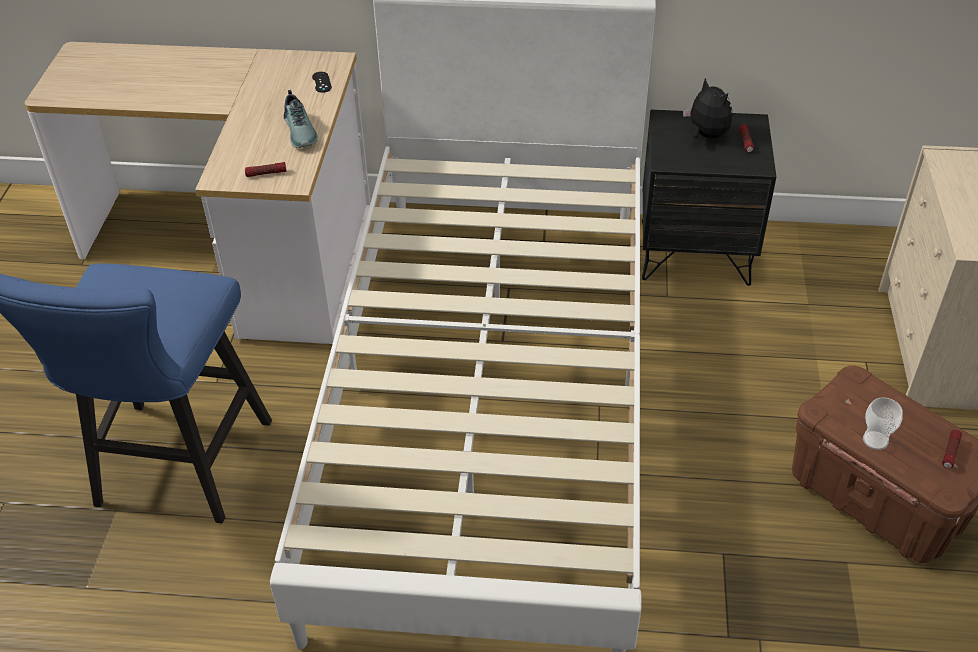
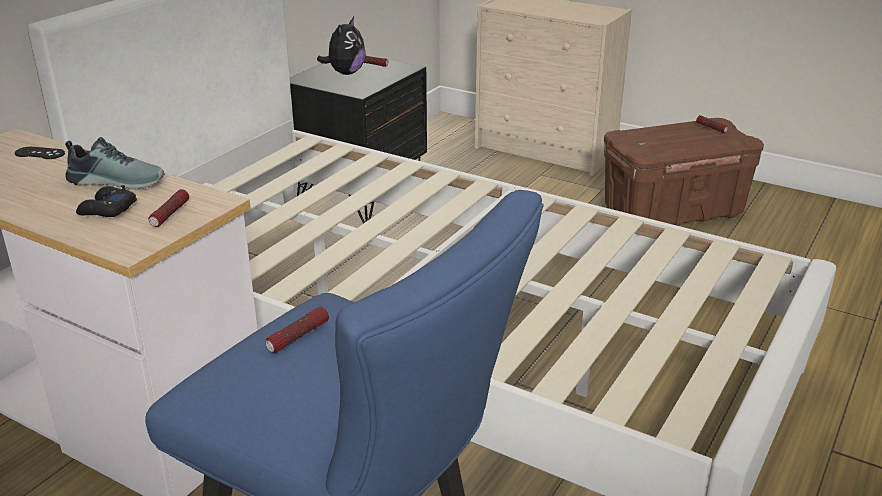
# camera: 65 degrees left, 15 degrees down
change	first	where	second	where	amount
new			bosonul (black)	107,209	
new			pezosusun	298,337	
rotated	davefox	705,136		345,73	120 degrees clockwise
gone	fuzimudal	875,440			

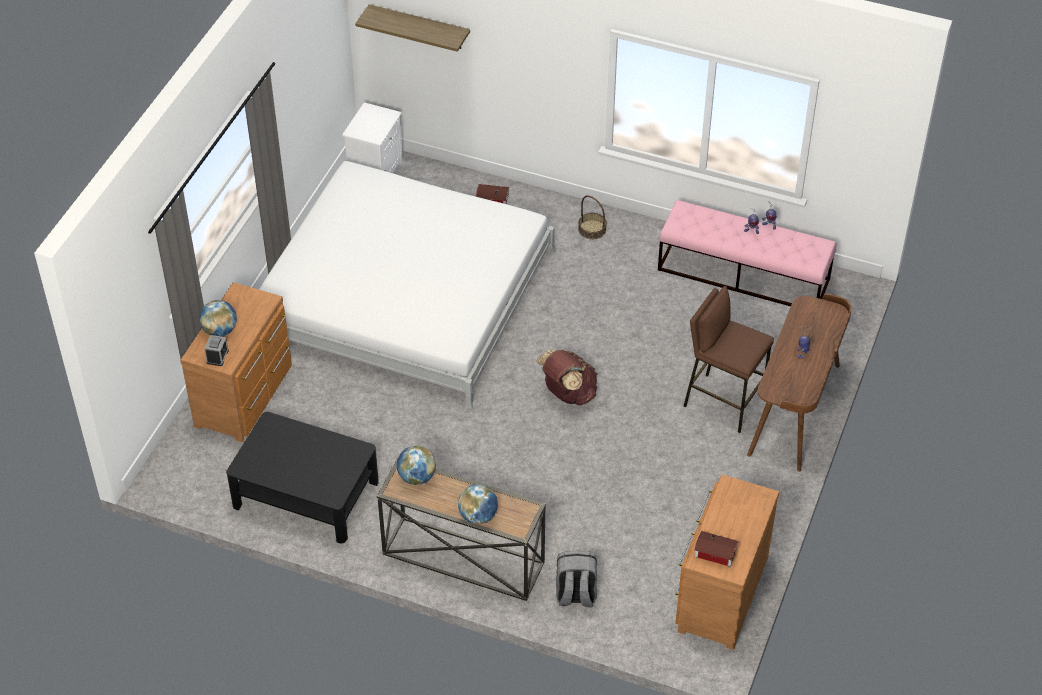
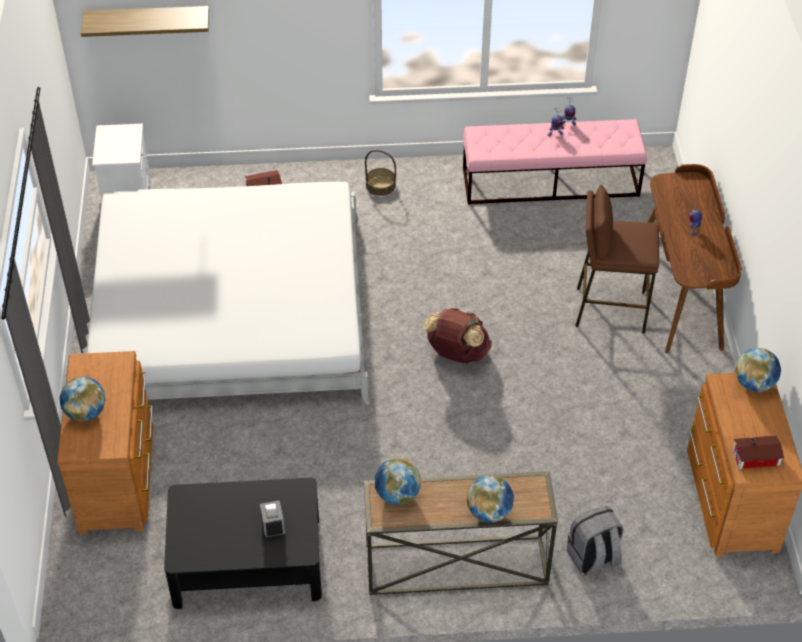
# camera: 25 degrees left, 0 degrees up
change	first	where	second	where	amount
shifted	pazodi	217,356		273,525	
new			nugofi	754,384	

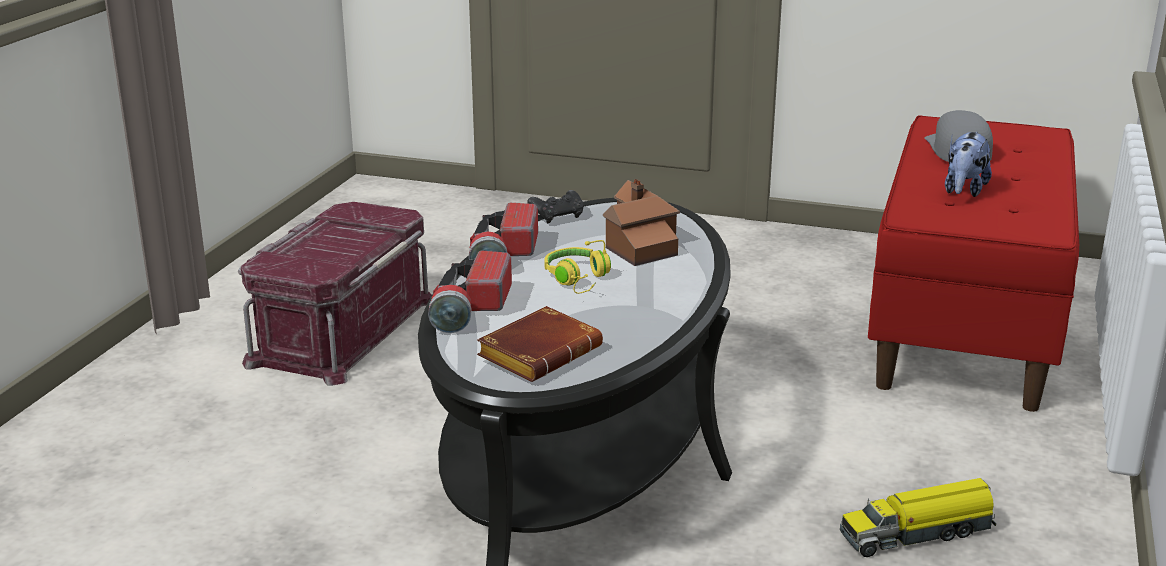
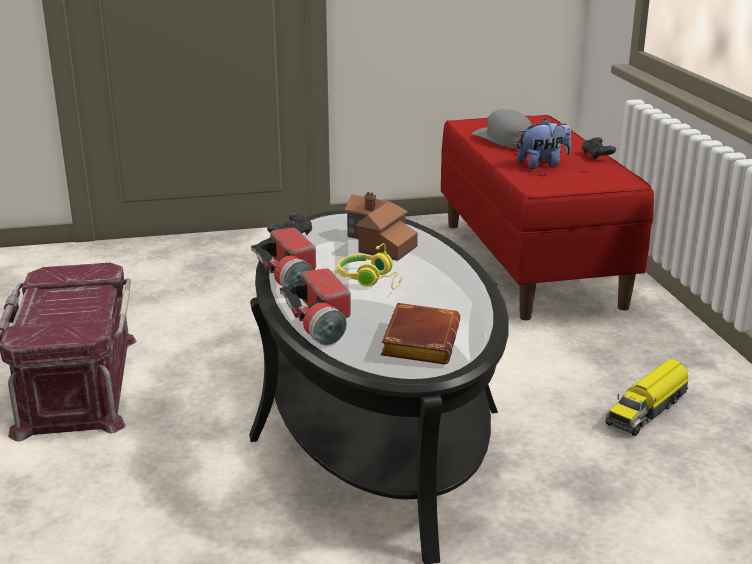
# camera: 30 degrees left, 0 degrees up
change	first	where	second	where	amount
rotated	davefox	963,191		543,164	105 degrees counterclockwise
new			bosonul (black)	597,156	

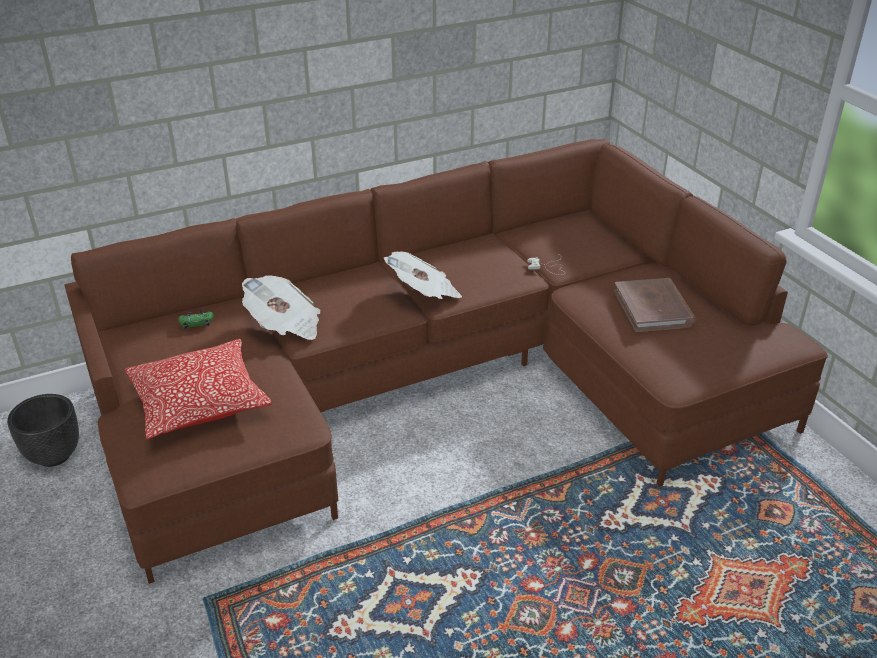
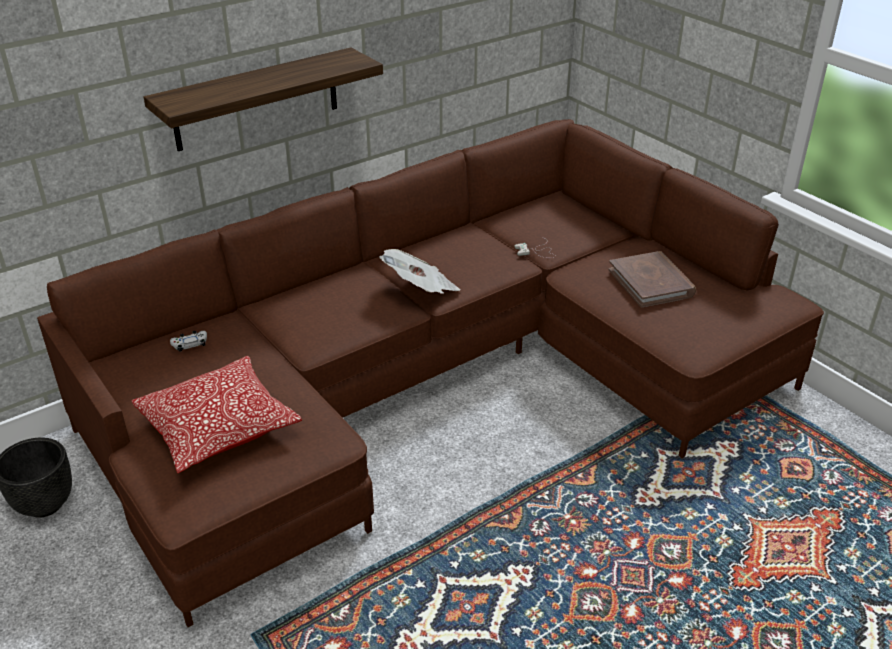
# camera: 10 degrees left, 0 degrees up
change	first	where	second	where	amount
new			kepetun	256,99	
repainted	bosonul (green)	196,323	bosonul (white)	190,344	
gone	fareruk	285,325			

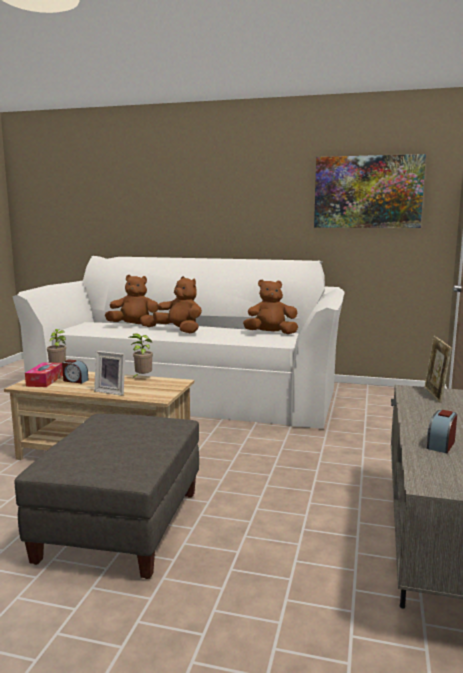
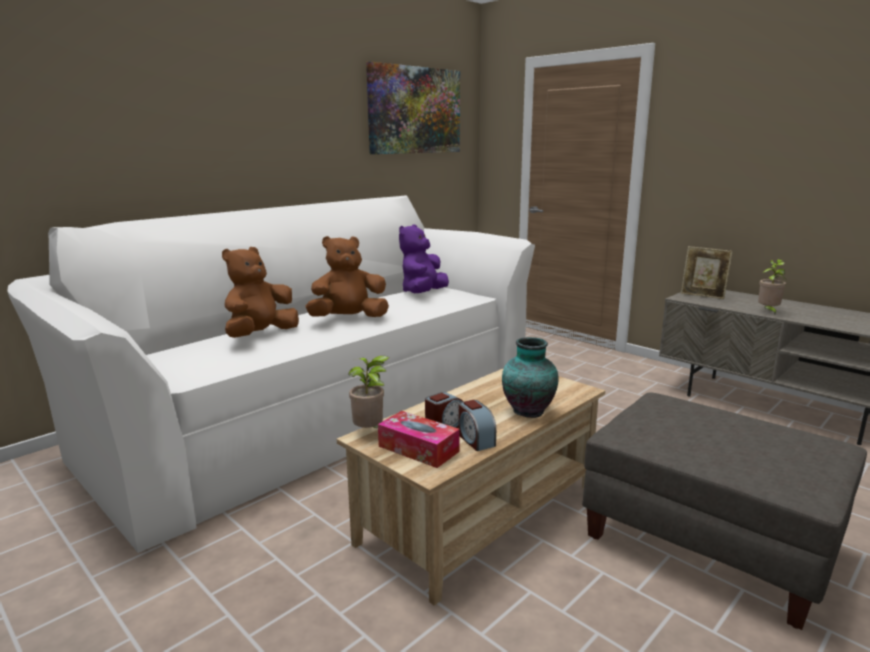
# camera: 60 degrees left, 5 degrees up
change	first	where	second	where	amount
repainted	davefox (brown)	270,334	davefox (purple)	423,293	
shifted	pazodi	441,445		475,440	
swapped	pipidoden	112,391	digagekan	528,410	
shifted	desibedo	142,378		768,312	

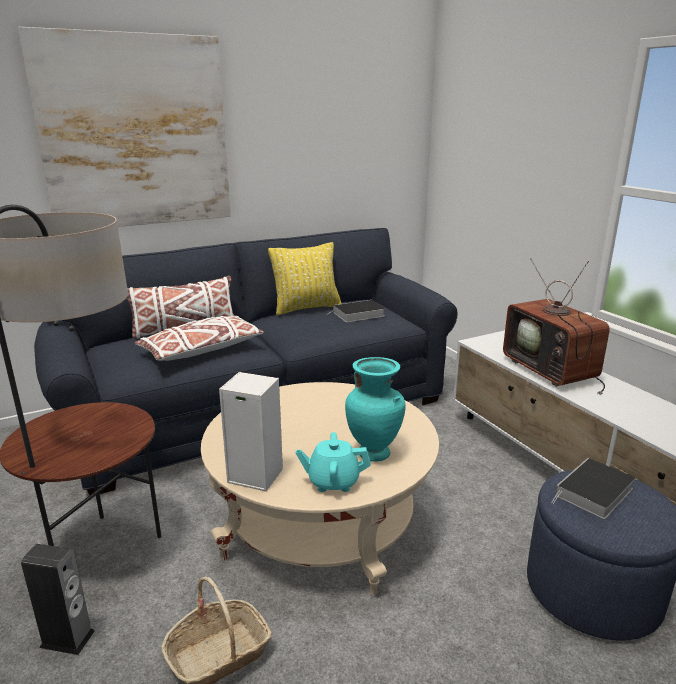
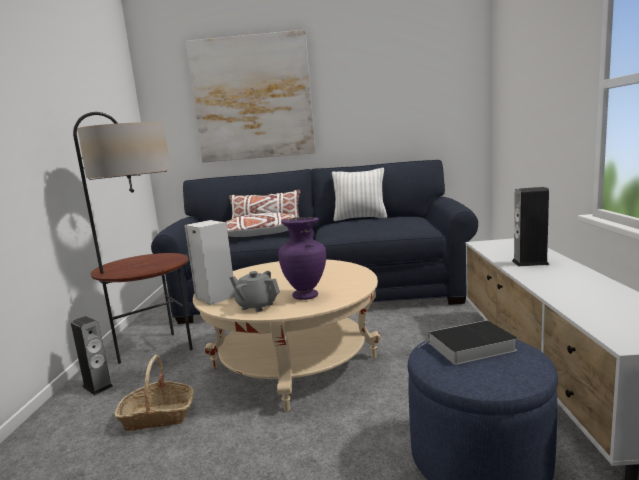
# camera: 30 degrees right, 10 degrees down
change	first	where	second	where	amount
repainted	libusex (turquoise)	333,481	libusex (grey)	257,306	
repainted	digagekan (turquoise)	374,453	digagekan (purple)	306,296	
repainted	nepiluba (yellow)	306,308	nepiluba (white)	360,218	
swapped	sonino	553,371	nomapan	530,262	
gone	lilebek	357,314			

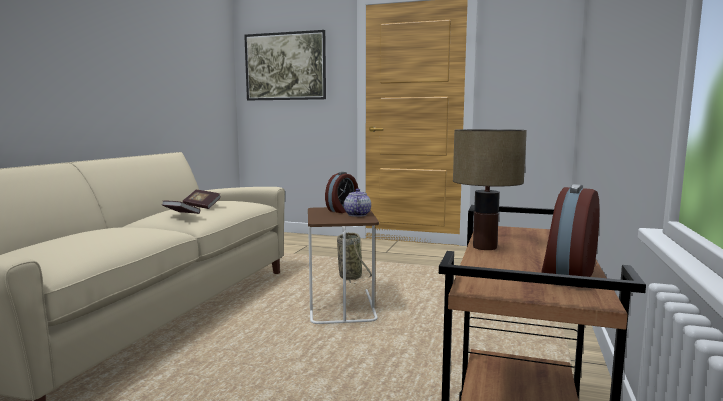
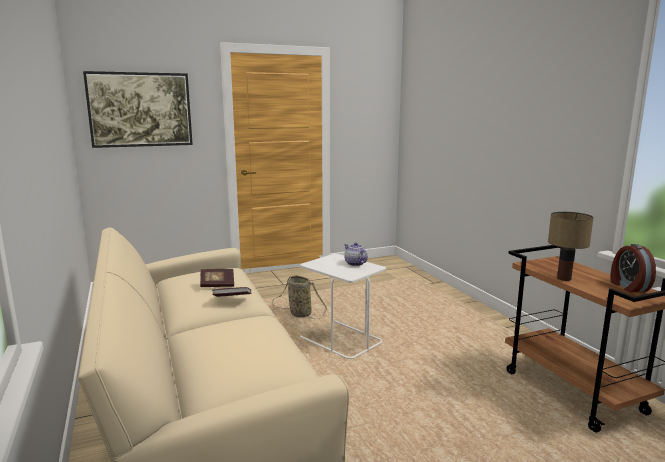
# camera: 40 degrees left, 5 degrees up
change	first	where	second	where	amount
repainted	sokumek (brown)	340,306	sokumek (white)	340,340	
gone	pazodi	343,210			

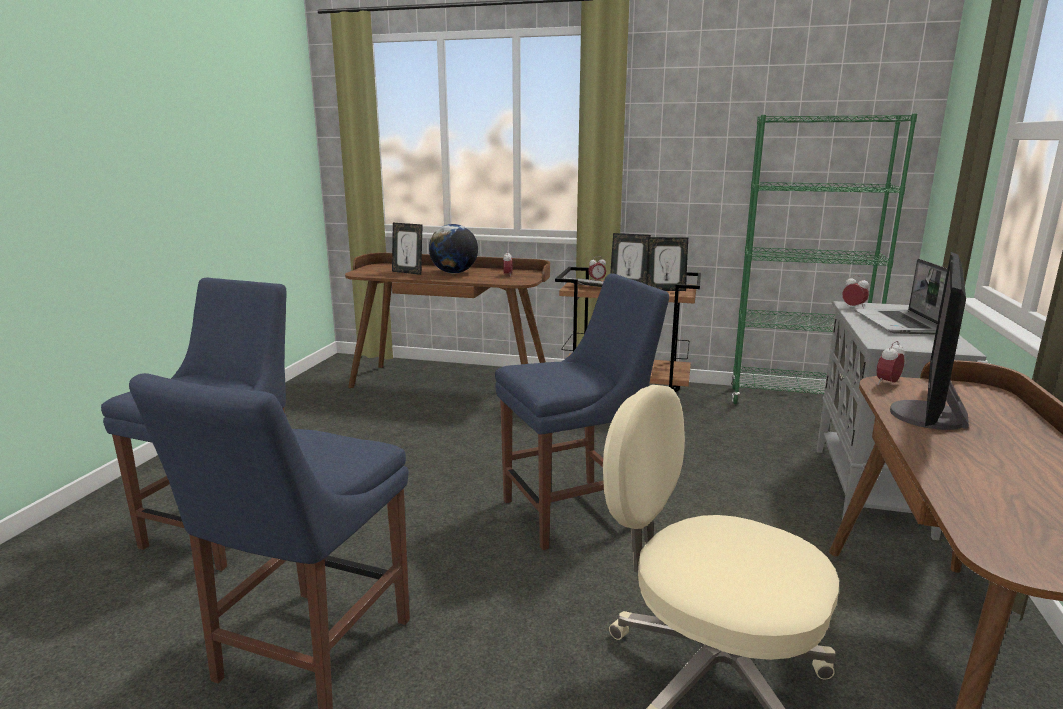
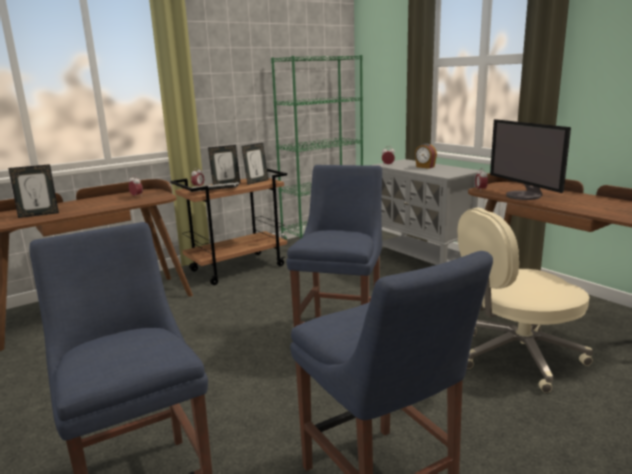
# camera: 50 degrees left, 0 degrees up
change	first	where	second	where	amount
swapped	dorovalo	901,324	pazodi	425,167	
gone	nugofi	454,273			

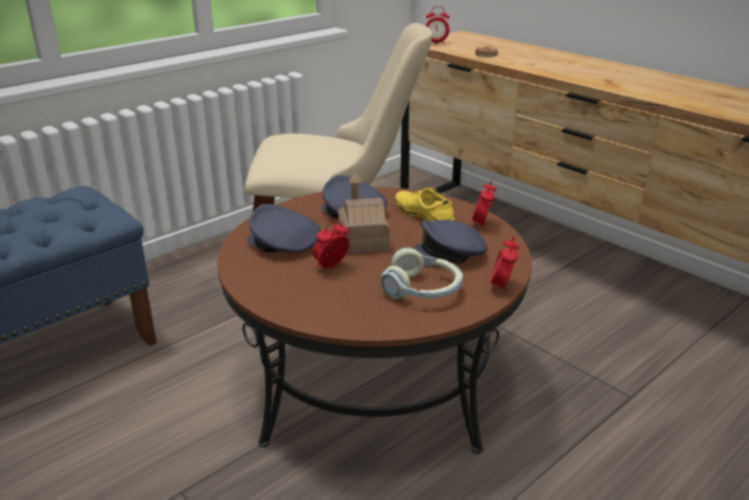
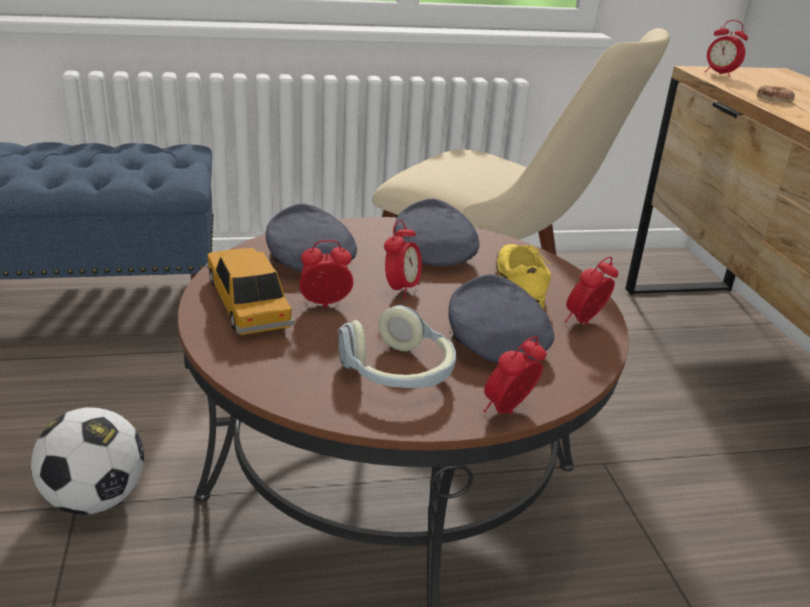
# camera: 30 degrees right, 0 degrees up
change	first	where	second	where	amount
new			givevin	95,499	
new			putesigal	247,303	
swapped	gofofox	363,242	pazodi	401,289	
rotated	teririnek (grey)	450,253		494,342	60 degrees clockwise

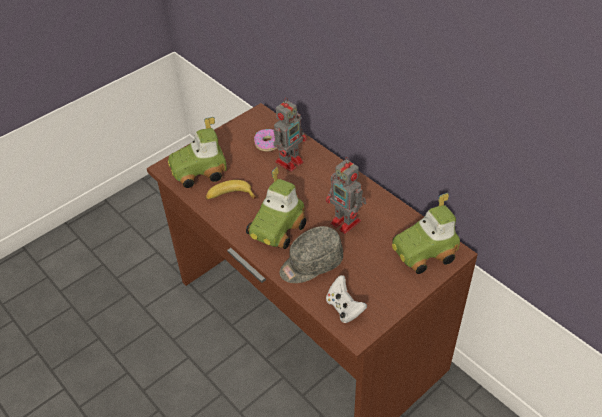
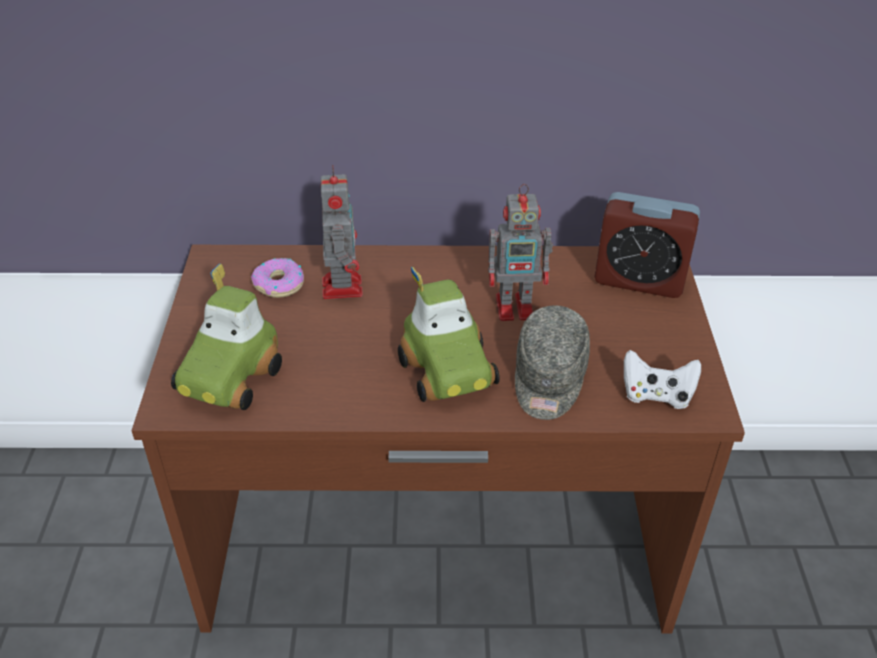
# camera: 50 degrees left, 5 degrees down
change	first	where	second	where	amount
swapped	putesigal	424,253	pazodi	639,280	
gone	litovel	229,196			

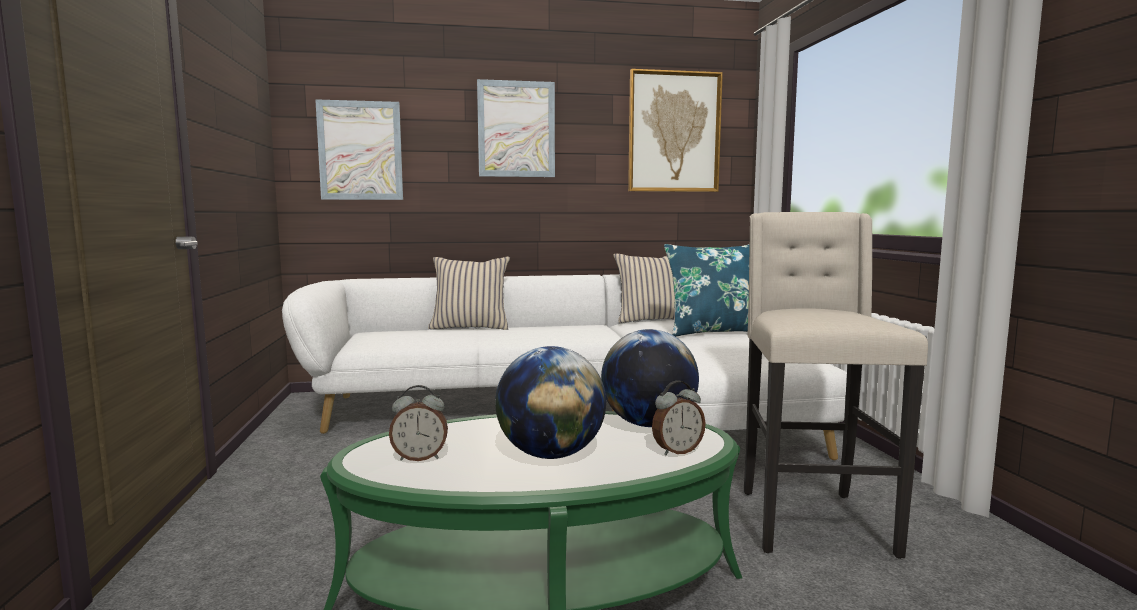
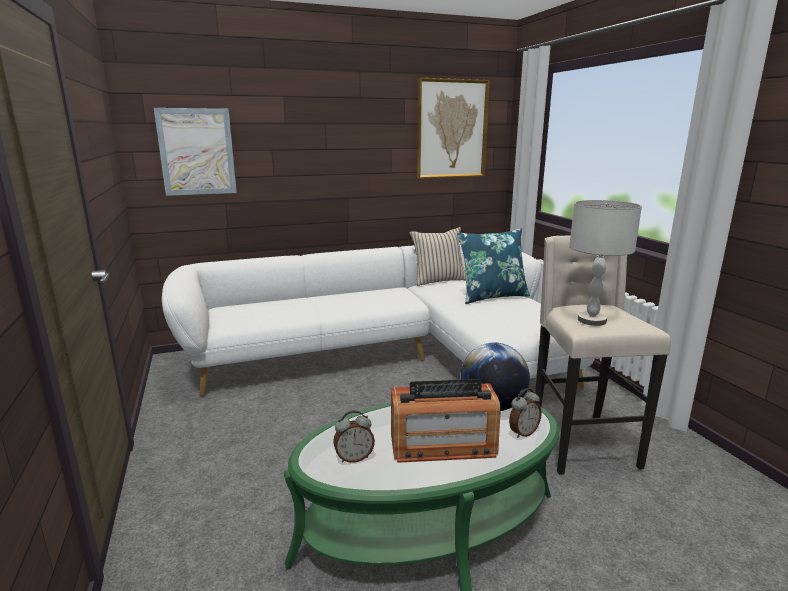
# camera: 10 degrees left, 10 degrees up
change	first	where	second	where	amount
swapped	nugofi	551,454	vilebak	442,445	
new			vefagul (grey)	591,320	
gone	nepiluba (beige)	470,327			
gone	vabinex	516,129			

